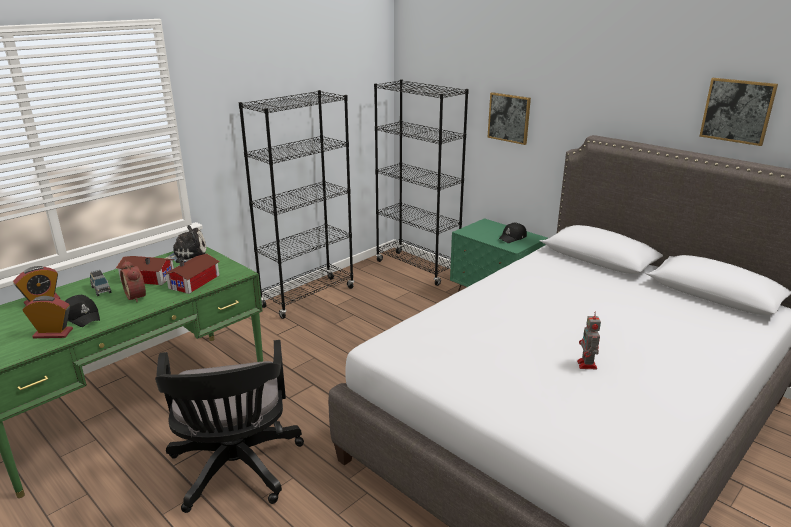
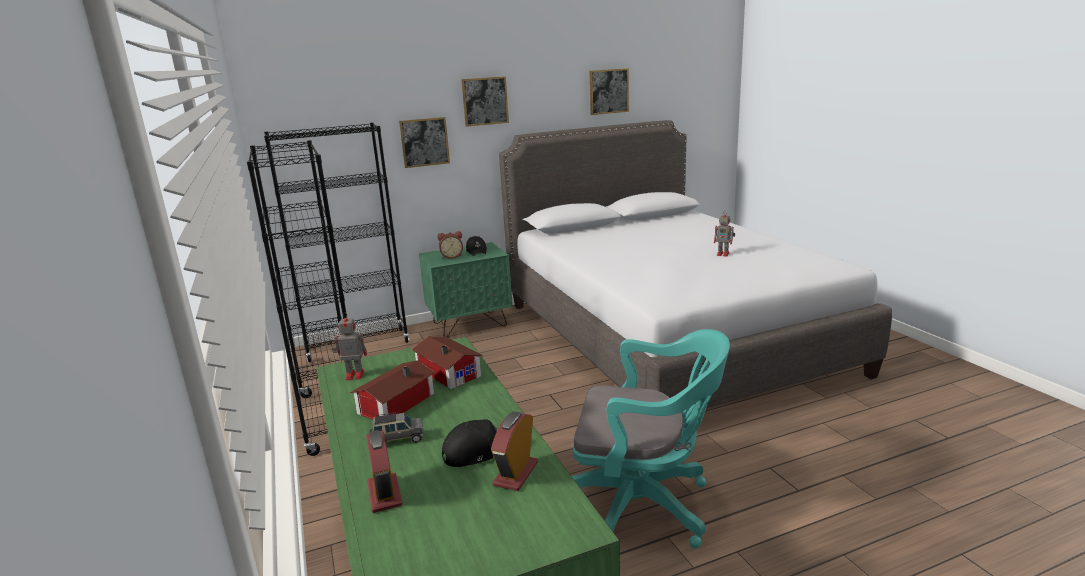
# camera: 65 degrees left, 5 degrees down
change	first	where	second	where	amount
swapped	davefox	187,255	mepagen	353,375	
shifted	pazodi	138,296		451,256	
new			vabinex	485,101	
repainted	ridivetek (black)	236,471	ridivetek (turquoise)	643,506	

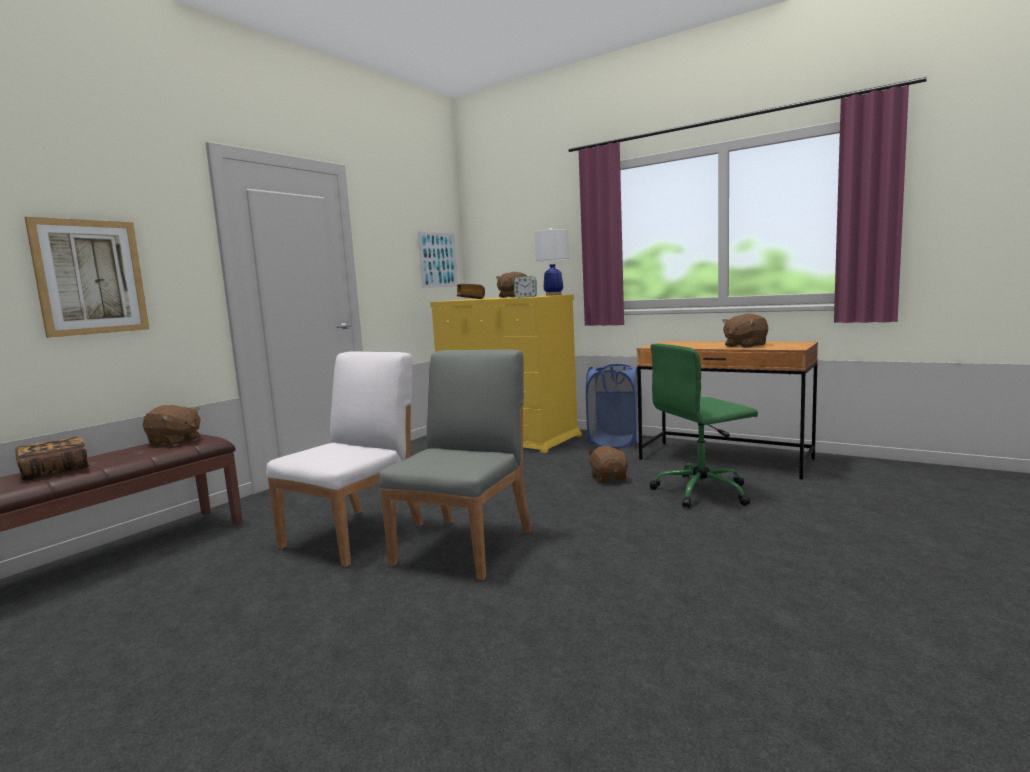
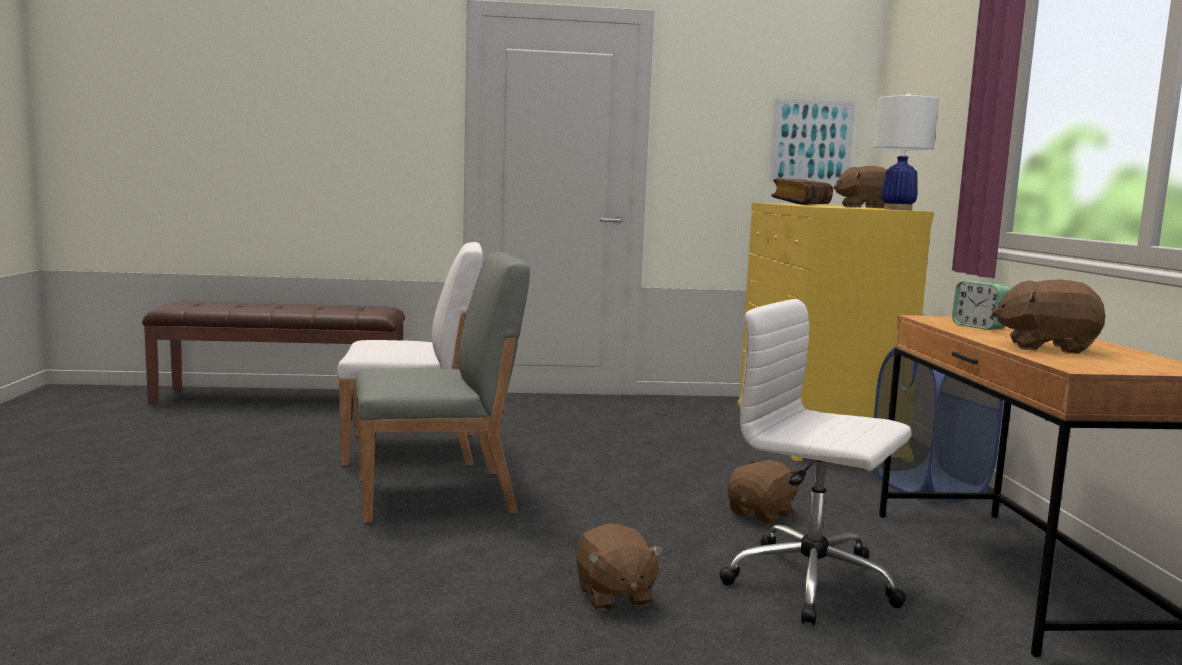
# camera: 50 degrees right, 0 degrees up
change	first	where	second	where	amount
shifted	davefox (brown)	175,442		613,596	
repainted	ridivetek (green)	703,491	ridivetek (white)	814,583	
shifted	pazodi	525,297		978,327	
gone	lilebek	55,471			
gone	vabinex	90,277			

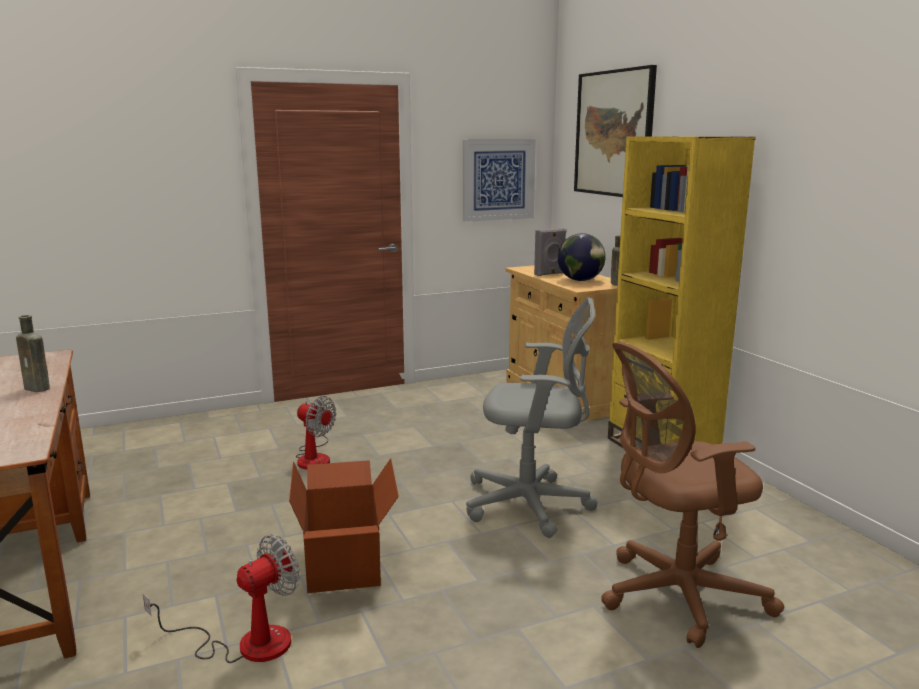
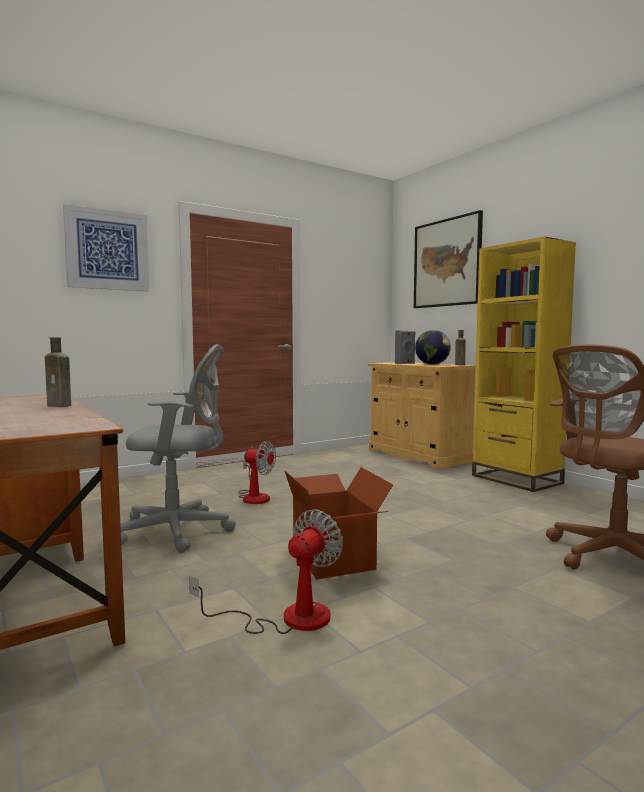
# camera: 10 degrees left, 10 degrees down
change	first	where	second	where	amount
shifted	vabinex	498,179		107,250	
shifted	ridivetek (grey)	533,505		179,531	

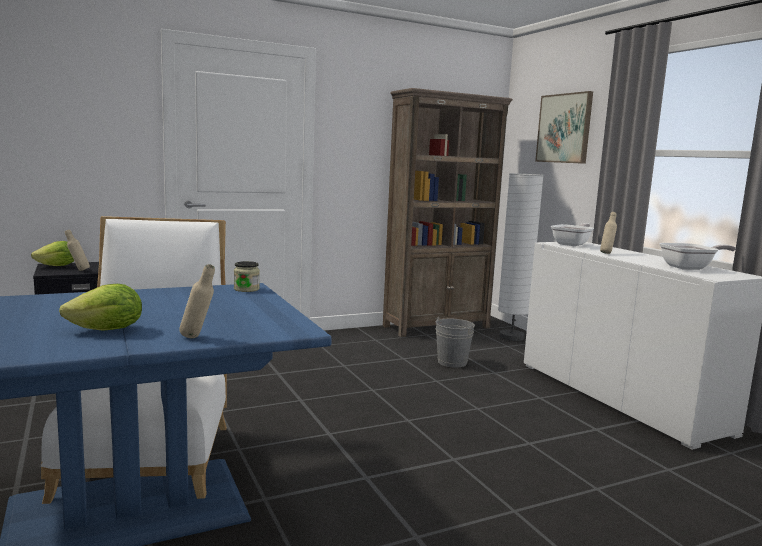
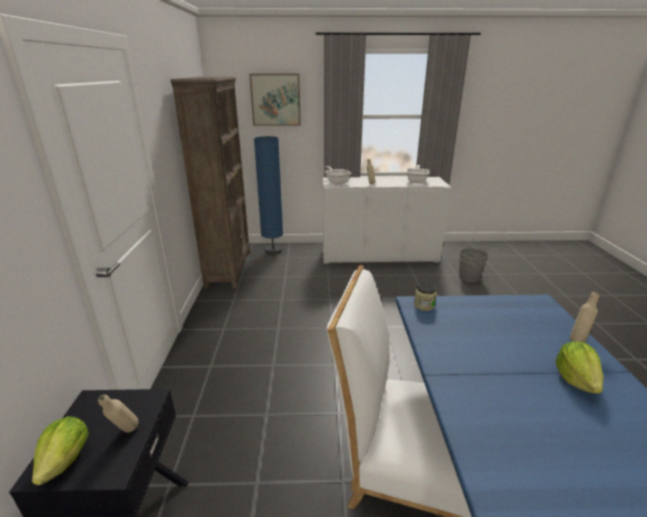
# camera: 65 degrees left, 15 degrees up
change	first	where	second	where	amount
repainted	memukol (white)	511,337	memukol (blue)	273,251	
shifted	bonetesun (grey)	452,362		469,278	

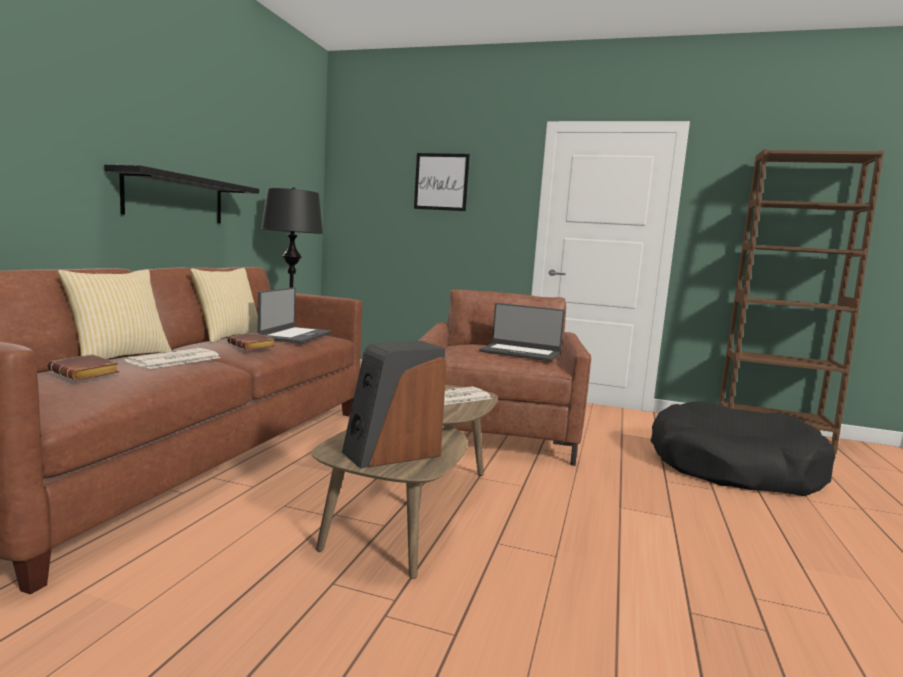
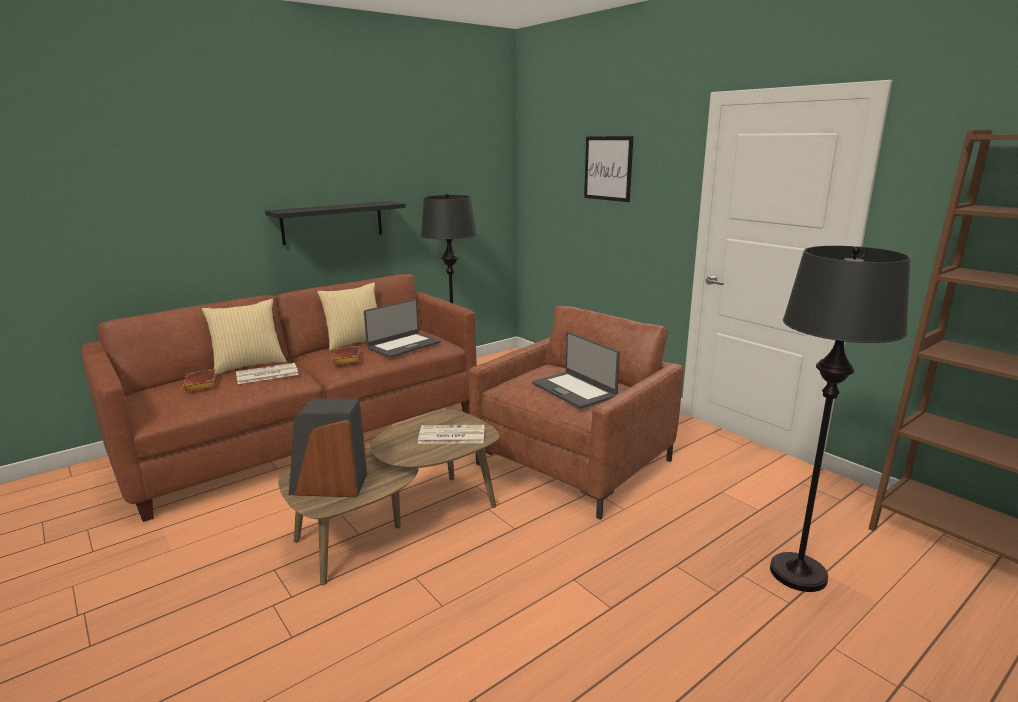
# camera: 35 degrees right, 10 degrees up
change	first	where	second	where	amount
swapped	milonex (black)	732,467	memukol (black)	798,573	

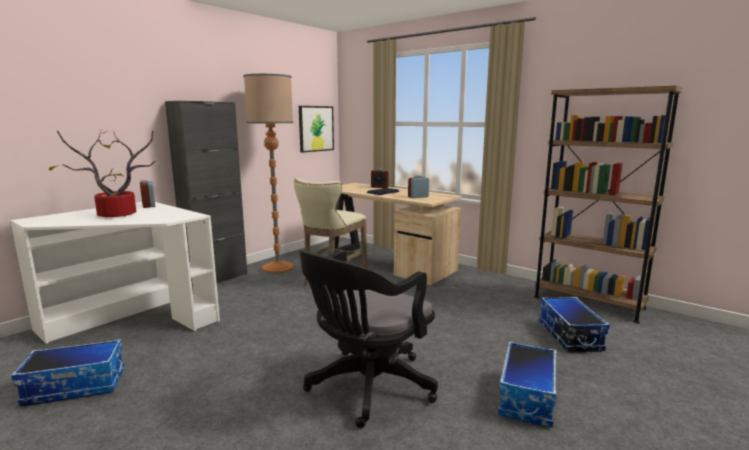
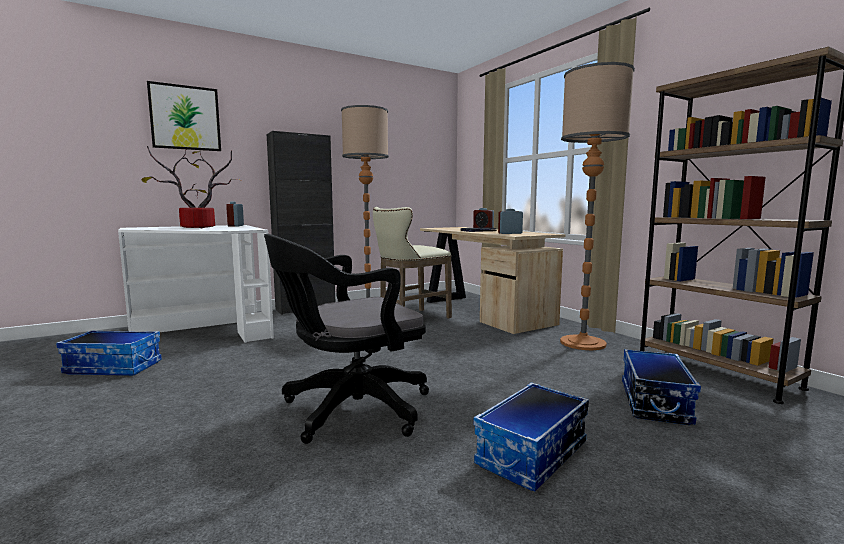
# camera: 20 degrees right, 5 degrees down
change	first	where	second	where	amount
shifted	vabinex	316,128		185,118	
new			memukol	583,343	

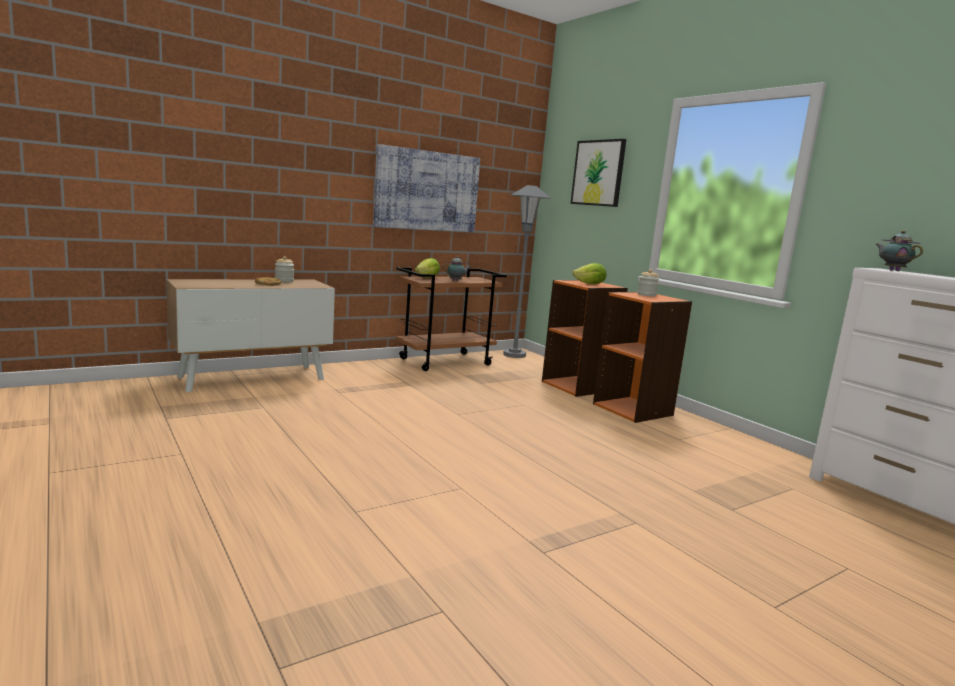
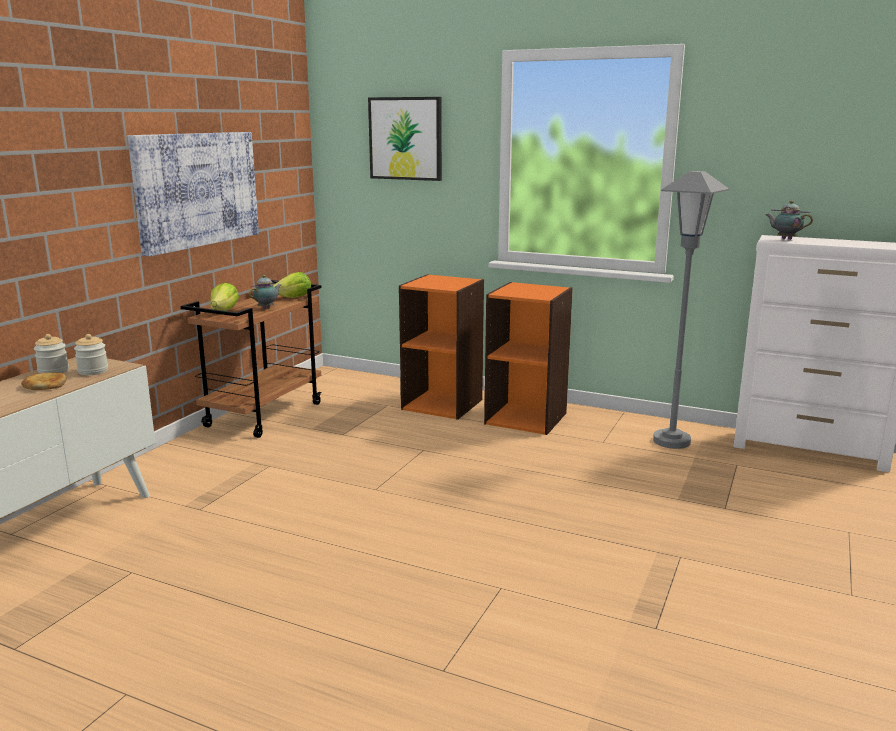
# camera: 30 degrees left, 5 degrees up
change	first	where	second	where	amount
shifted	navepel	646,295		93,371	
shifted	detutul	590,284		294,298	
shifted	memukol (grey)	514,355		671,441	

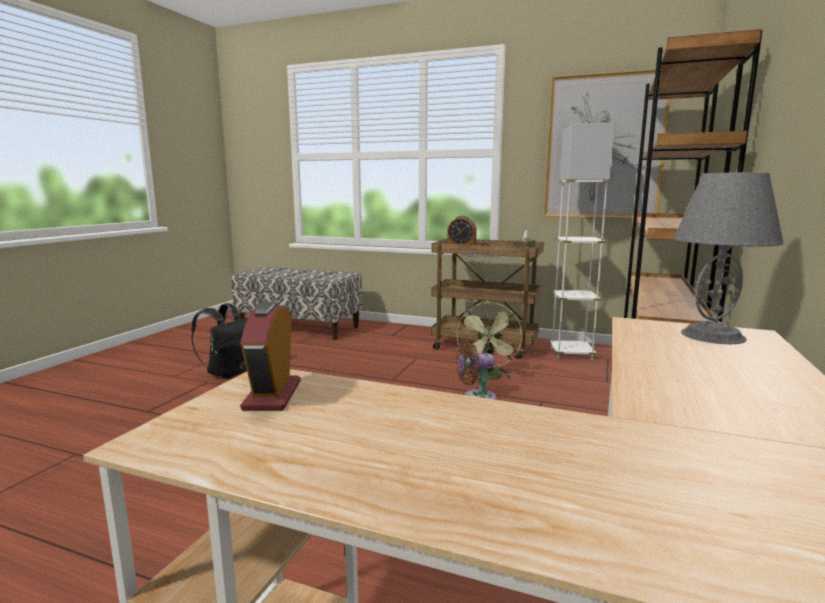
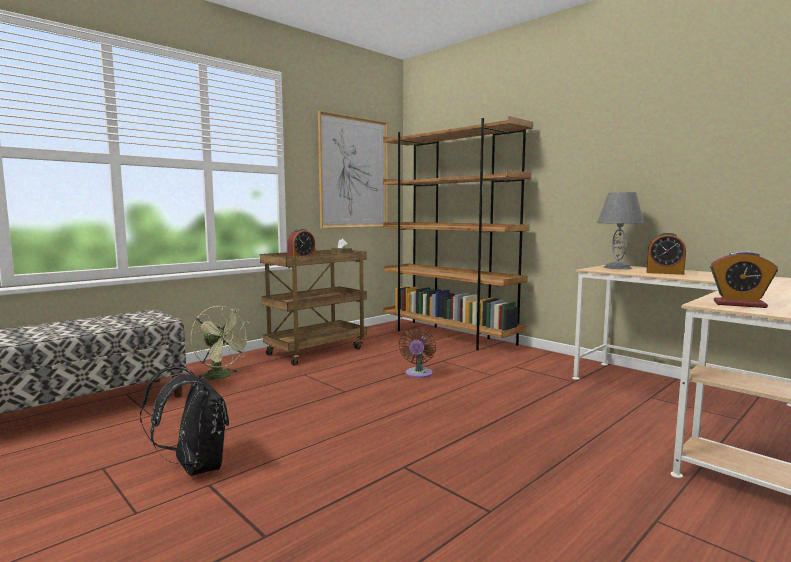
# camera: 65 degrees left, 5 degrees down
change	first	where	second	where	amount
shifted	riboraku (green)	489,377		222,377	
new			pazodi	664,273	
gone	memukol (white)	571,353			

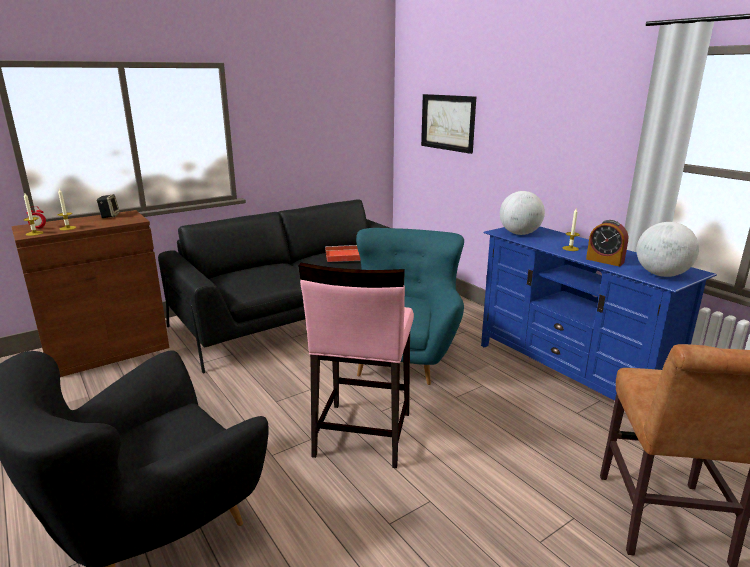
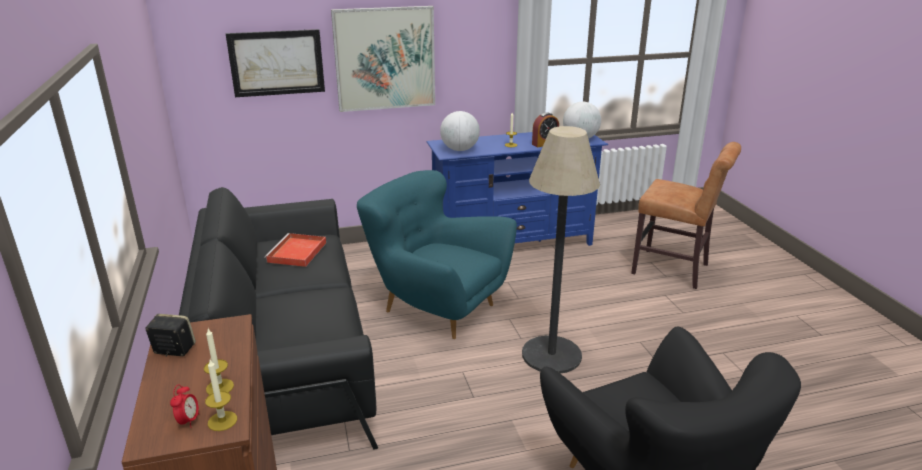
# camera: 70 degrees left, 5 degrees up
change	first	where	second	where	amount
new			vabinex	385,59	
swapped	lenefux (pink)	362,434	memukol	551,355	

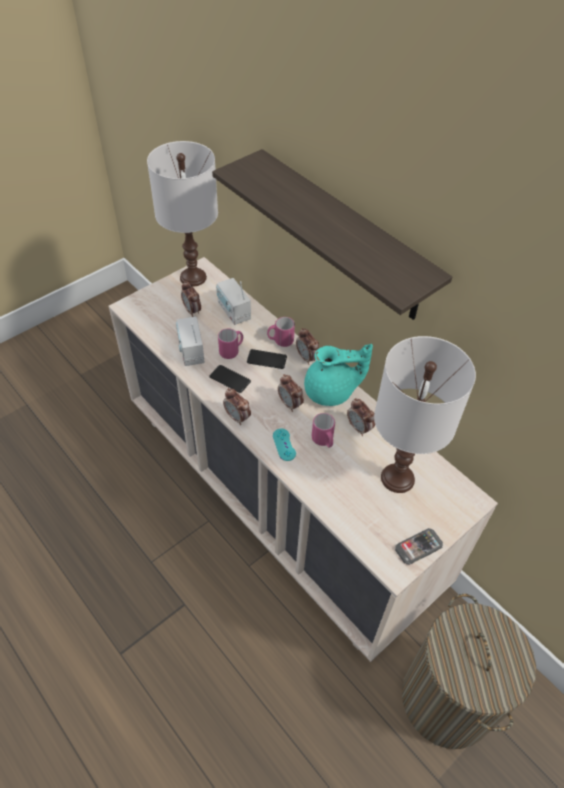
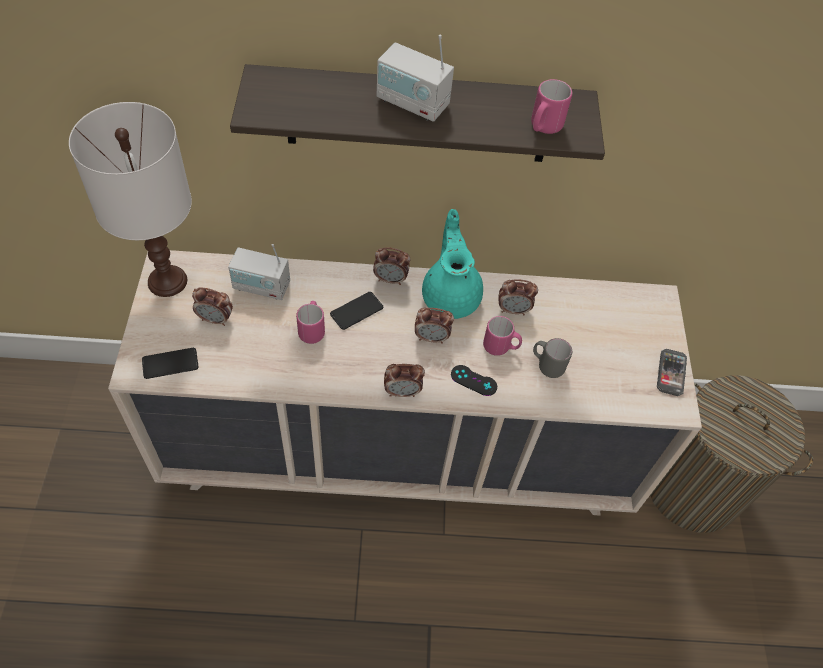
# camera: 50 degrees left, 5 degrees up
change	first	where	second	where	amount
shifted	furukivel	230,379		170,363	
shifted	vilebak	191,352		412,103	
rotated	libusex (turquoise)	331,392		451,295	45 degrees counterclockwise
repainted	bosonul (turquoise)	284,444	bosonul (black)	473,380	
shifted	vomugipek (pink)	280,341		543,127	
new			vomugipek (grey)	547,365	
gone	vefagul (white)	397,478			

